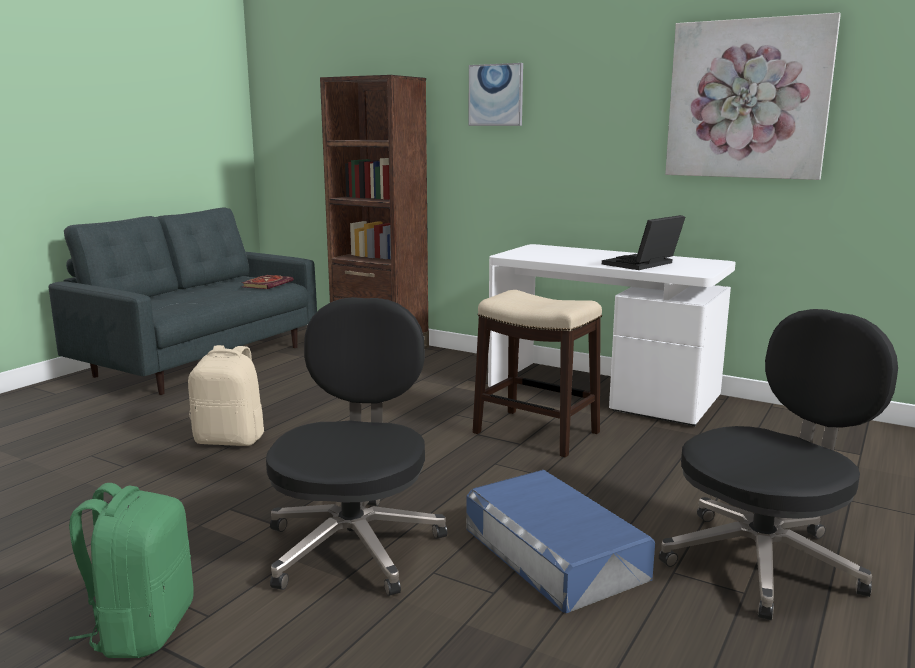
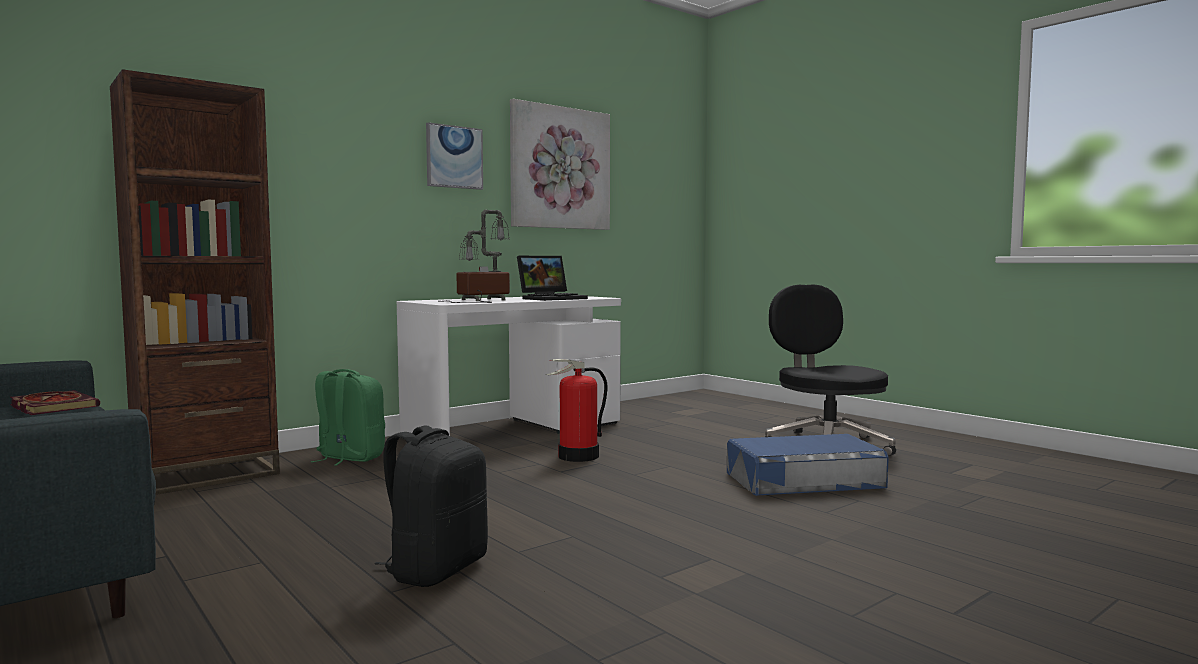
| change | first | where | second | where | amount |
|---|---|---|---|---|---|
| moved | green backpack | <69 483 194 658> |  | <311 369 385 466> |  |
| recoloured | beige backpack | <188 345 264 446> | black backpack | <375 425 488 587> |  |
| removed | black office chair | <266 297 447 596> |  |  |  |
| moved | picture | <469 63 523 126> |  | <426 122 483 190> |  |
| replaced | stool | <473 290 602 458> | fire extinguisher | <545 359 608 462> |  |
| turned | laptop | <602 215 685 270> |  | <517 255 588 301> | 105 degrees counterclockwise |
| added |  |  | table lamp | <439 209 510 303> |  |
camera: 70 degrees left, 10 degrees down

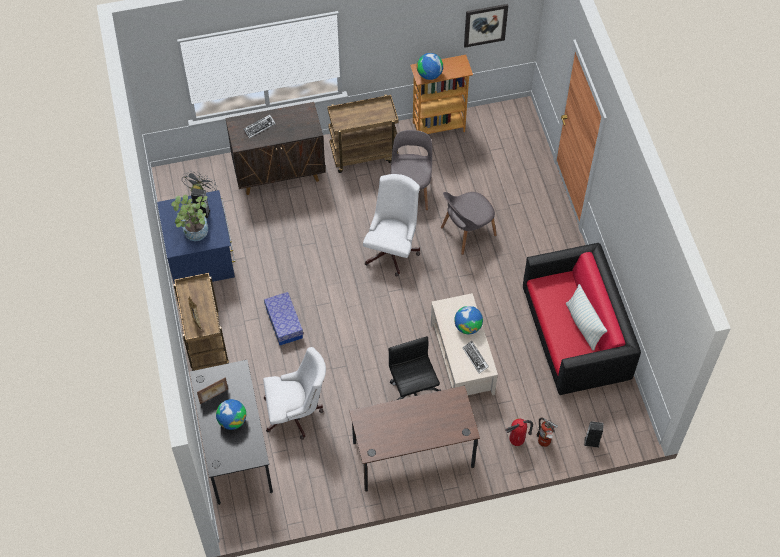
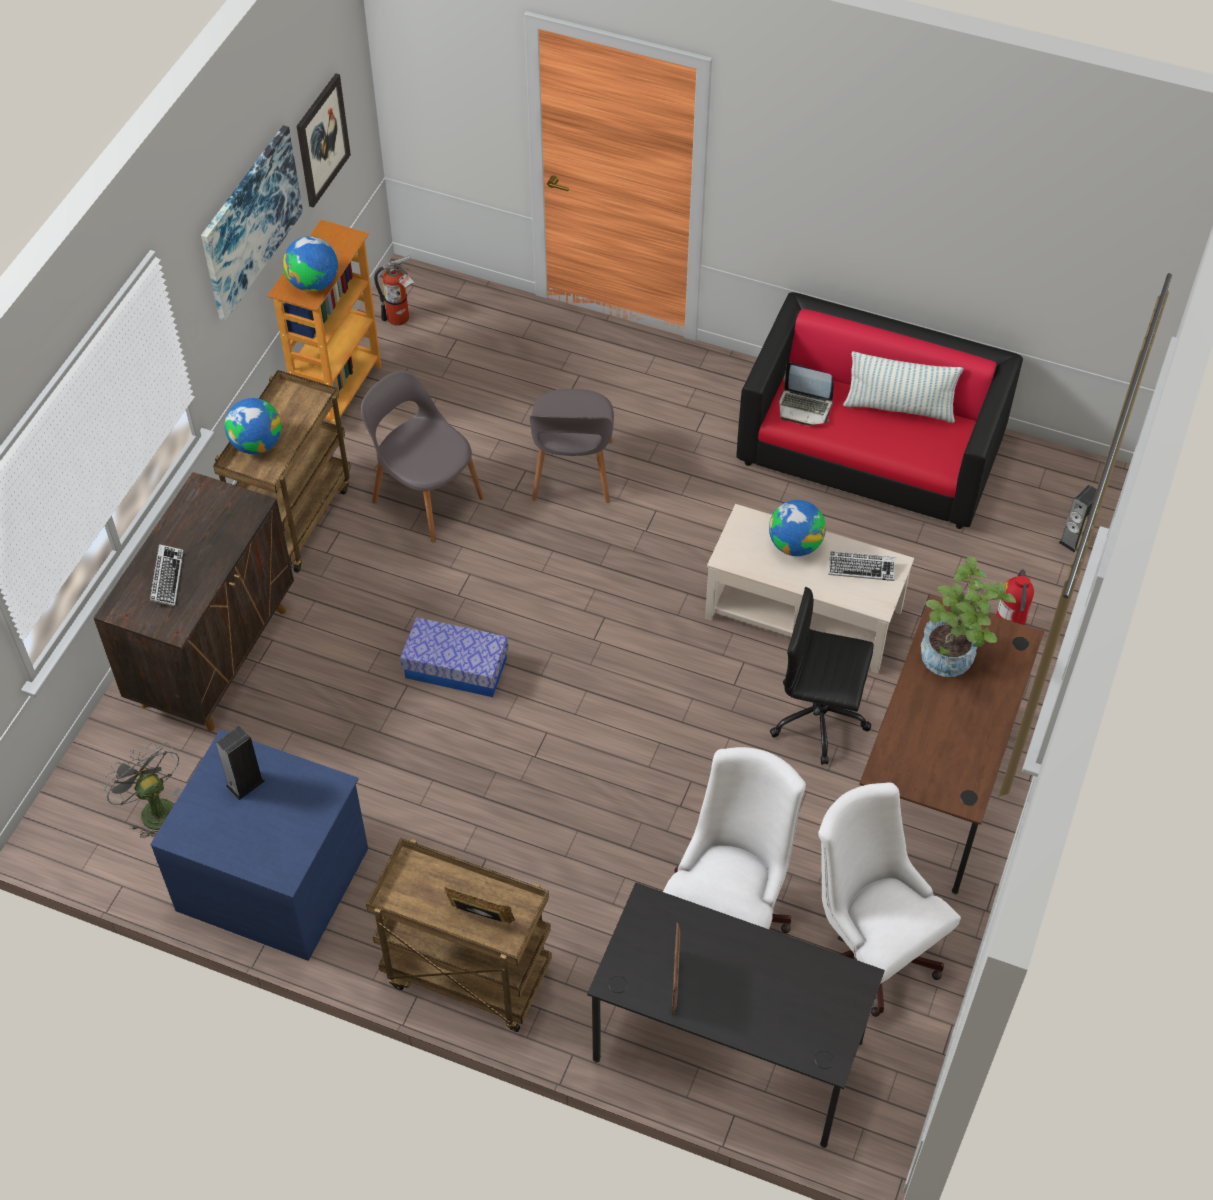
| change | first | where | second | where | amount |
|---|---|---|---|---|---|
| moved | potted plant | <171 194 208 241> |  | <921 556 1016 677> |  |
| moved | globe | <216 399 246 430> |  | <225 398 282 454> |  |
| moved | storage box | <264 292 303 345> |  | <400 617 509 697> |  |
| moved | white office chair | <363 174 420 277> |  | <818 782 961 1017> |  |
| moved | fire extinguisher | <537 417 558 447> |  | <374 256 414 326> |  |
| added |  |  | picture | <201 125 303 321> |  |
| added |  |  | laptop | <779 362 833 426> |  |
camera: 55 degrees left, 5 degrees down

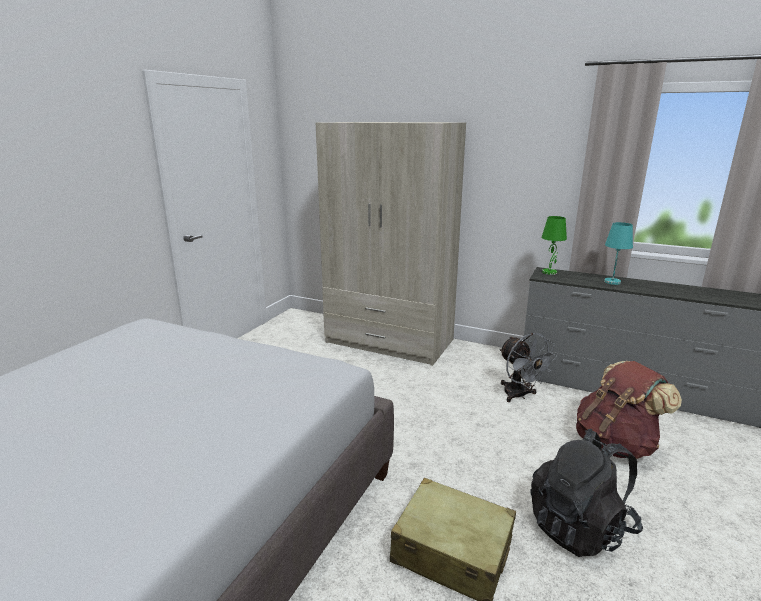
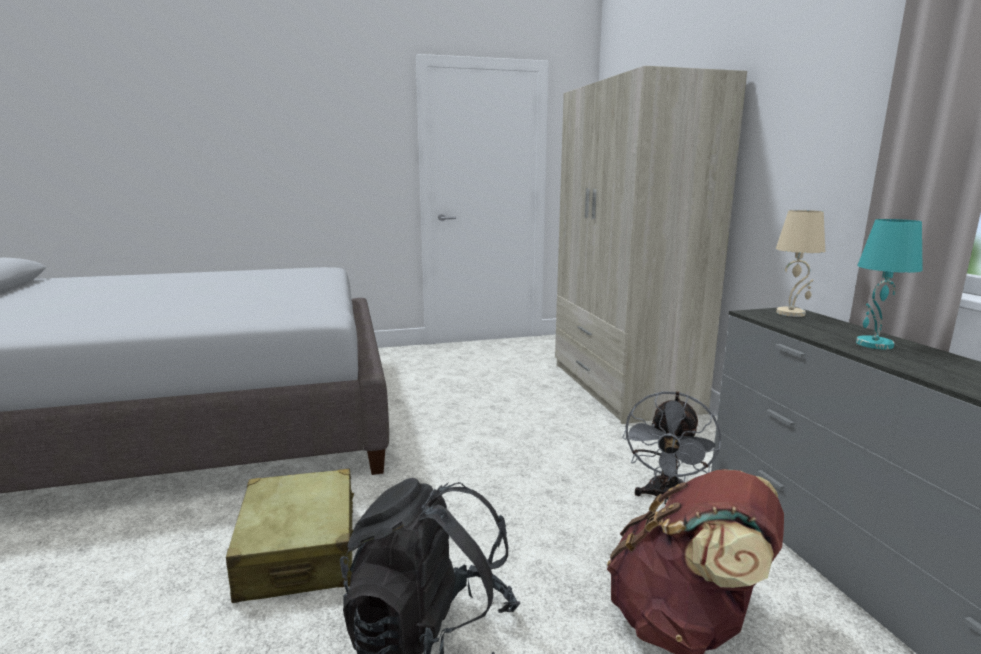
| change | first | where | second | where | amount |
|---|---|---|---|---|---|
| recoloured | green table lamp | <542 216 567 275> | beige table lamp | <776 210 825 317> |  |
camera: 50 degrees right, 5 degrees down

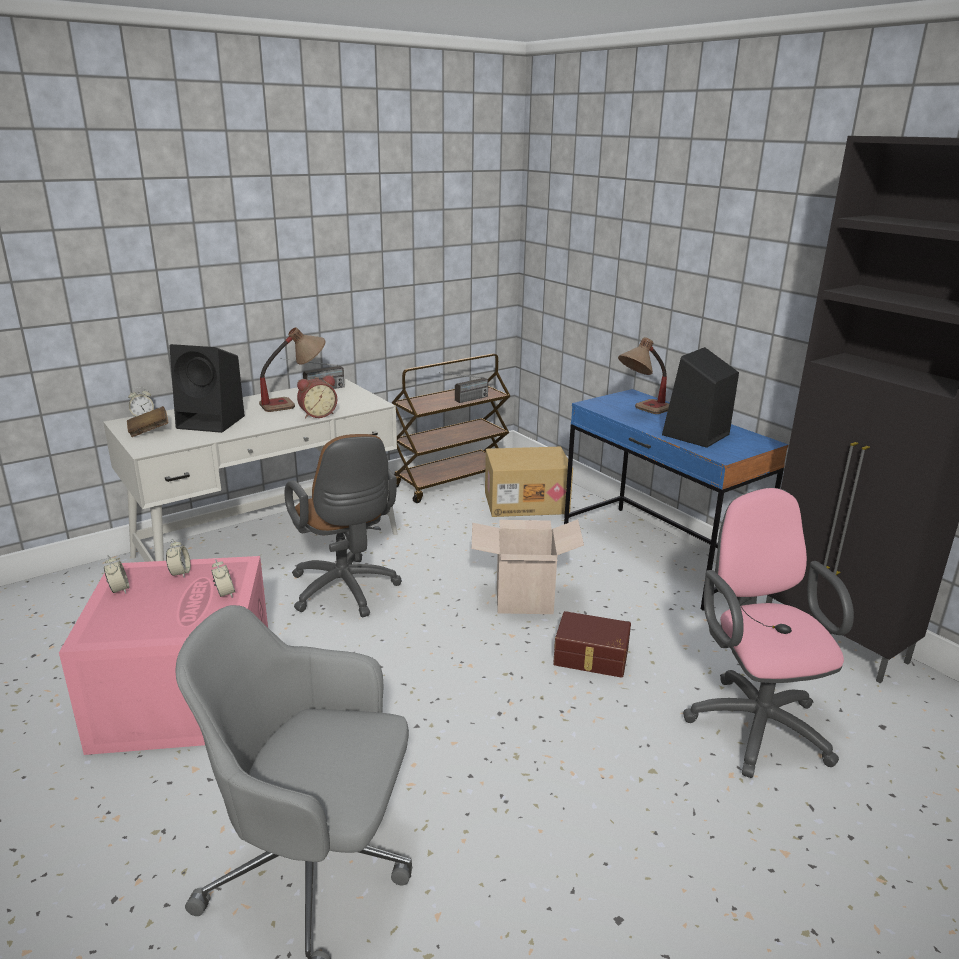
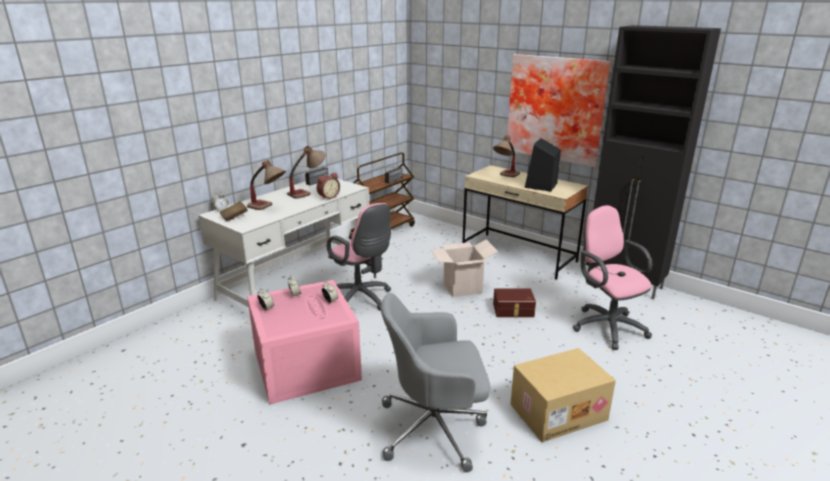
| change | first | where | second | where | amount |
|---|---|---|---|---|---|
| replaced | black speaker | <169 344 245 433> | table lamp | <247 160 286 210> |  |
| recoloured | brown office chair | <284 434 402 617> | pink office chair | <327 203 391 311> |  |
| moved | cardboard box | <485 447 573 517> |  | <510 348 616 442> |  |
| recoloured | blue desk | <564 389 788 611> | beige desk | <462 165 588 280> |  |
| added |  |  | picture | <507 54 611 167> |  |
camera: 15 degrees left, 0 degrees up

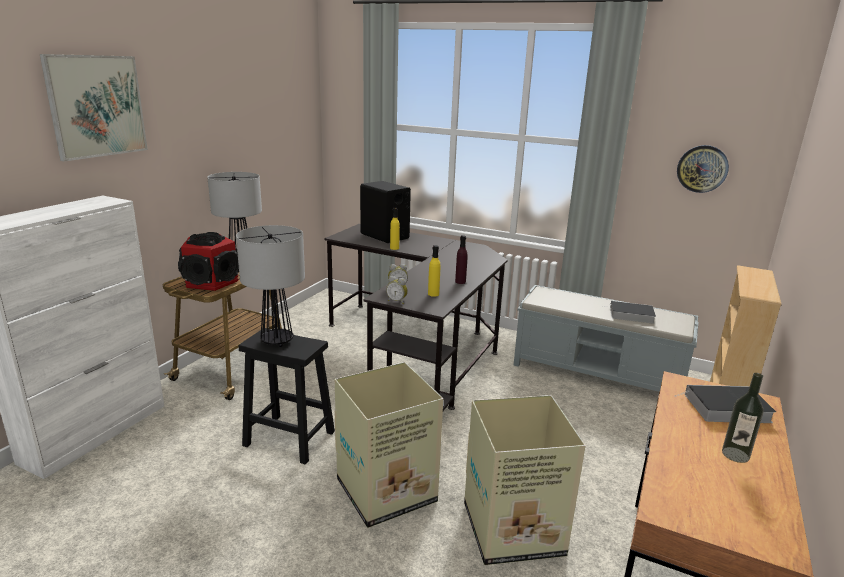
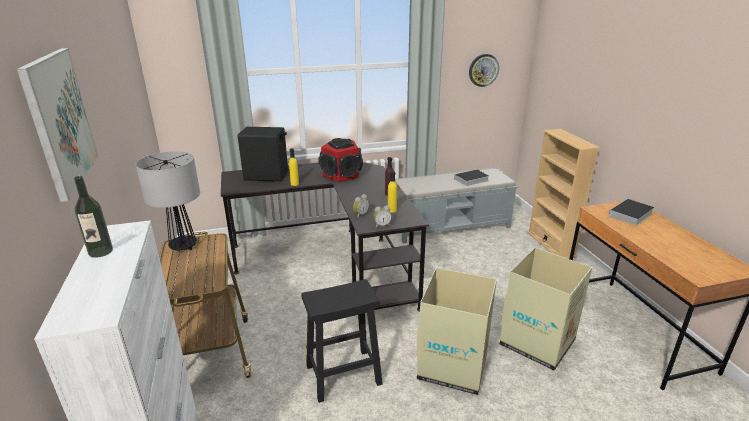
| change | first | where | second | where | amount |
|---|---|---|---|---|---|
| moved | speaker | <178 232 239 291> |  | <319 138 363 182> |  |
| removed | table lamp | <236 225 305 347> |  |  |  |
| moved | bottle | <722 373 763 463> |  | <74 176 113 258> |  |
camera: 40 degrees left, 5 degrees up

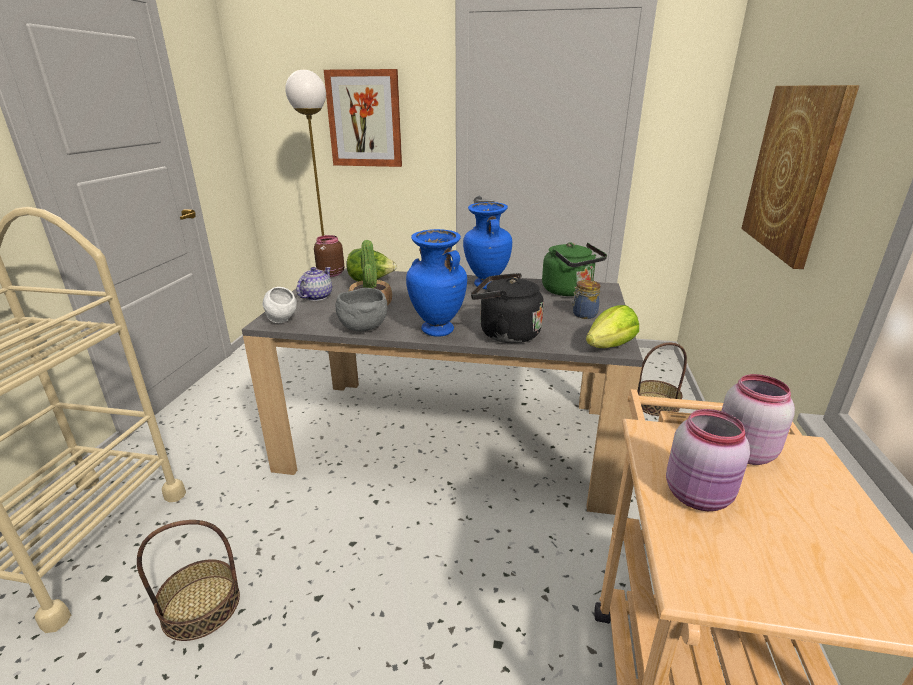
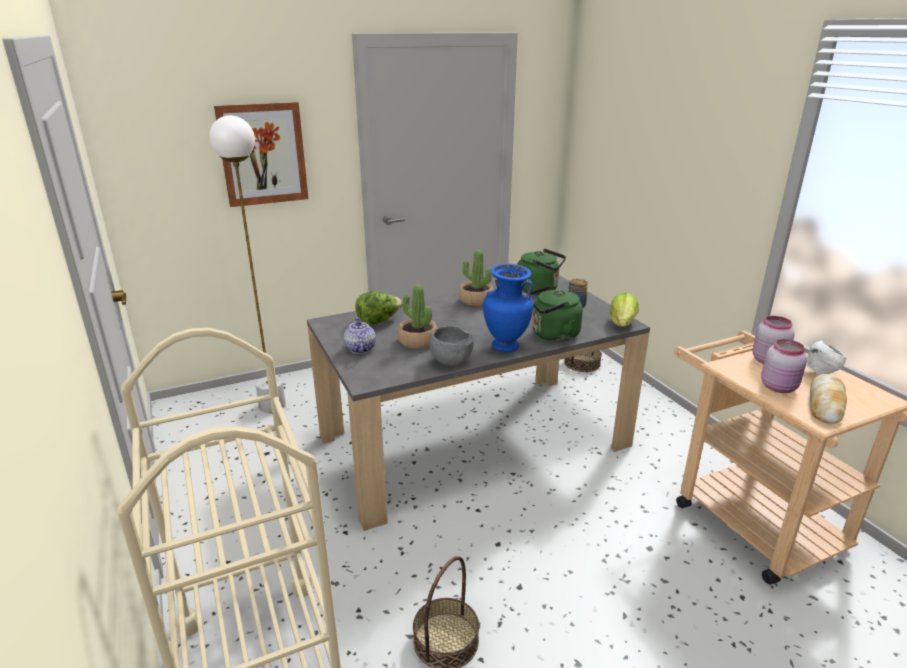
| change | first | where | second | where | amount |
|---|---|---|---|---|---|
| moved | white bowl | <263 287 297 323> |  | <806 341 847 375> |  |
| removed | brown jar | <314 235 344 277> |  |  |  |
| replaced | blue vase | <463 202 512 289> | potted plant | <459 250 494 306> |  |
| recoloured | black kettle | <471 273 544 343> | green kettle | <530 286 583 342> |  |
| removed | picture | <742 85 860 269> |  |  |  |
| added |  |  | bread | <810 374 847 424> |  |
camera: 35 degrees left, 0 degrees up

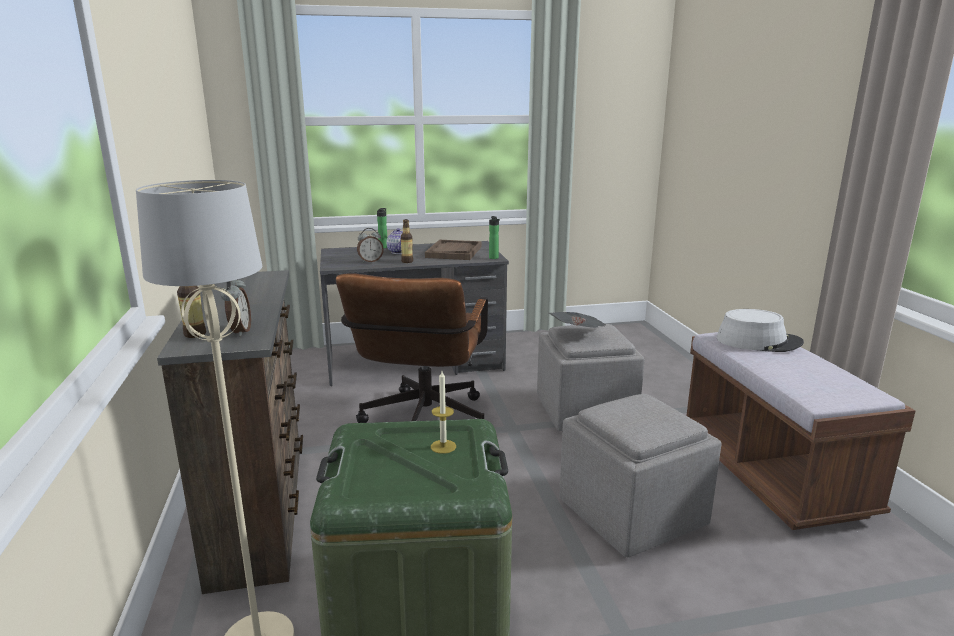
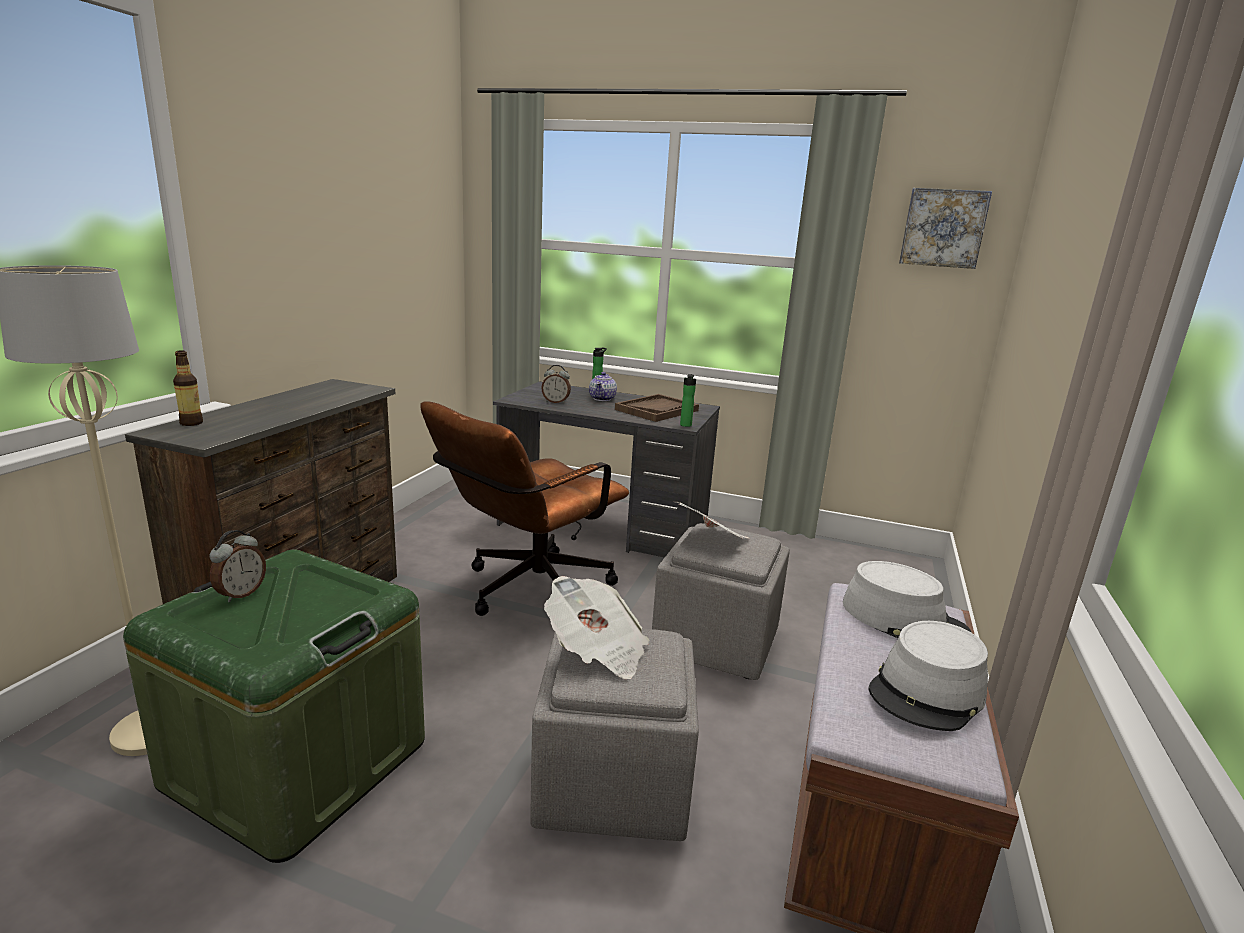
| change | first | where | second | where | amount |
|---|---|---|---|---|---|
| moved | alarm clock | <221 280 251 337> |  | <210 530 266 602> |  |
| removed | bottle | <401 219 413 263> |  |  |  |
| removed | candle | <431 371 456 454> |  |  |  |
| added |  |  | newspaper | <544 576 649 679> |  |
| added |  |  | grey hat | <868 621 988 731> |  |
| added |  |  | picture | <899 188 992 269> |  |
camera: 30 degrees right, 0 degrees up

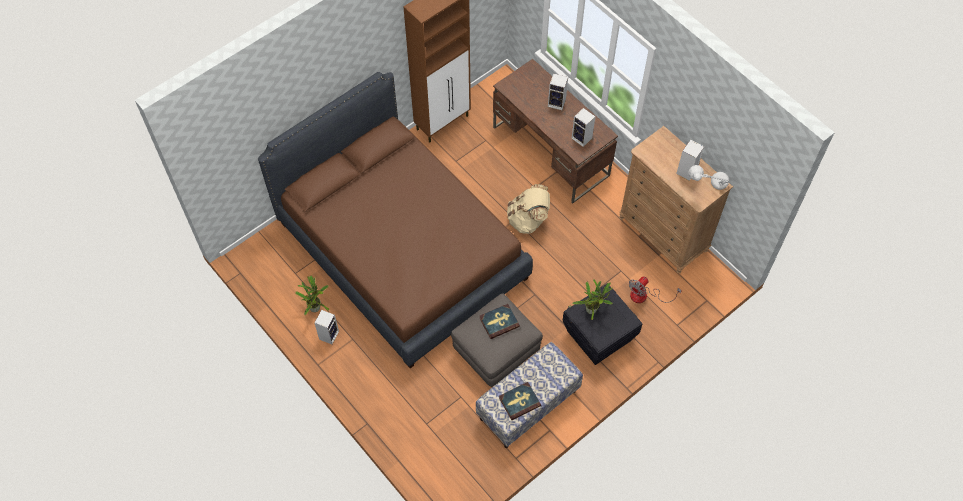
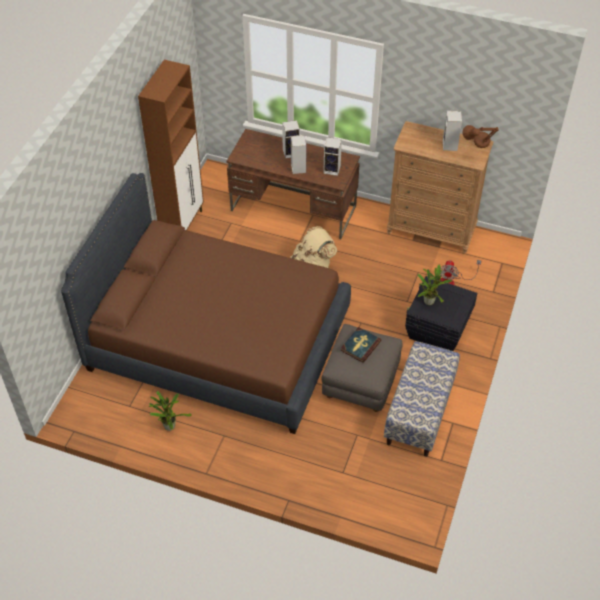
| change | first | where | second | where | amount |
|---|---|---|---|---|---|
| moved | speaker | <314 310 339 344> |  | <291 136 306 174> |  |
| removed | book | <499 382 541 420> |  |  |  |
| recoloured | grey table lamp | <688 165 730 190> | brown table lamp | <463 125 499 148> |  |
camera: 30 degrees left, 10 degrees down

